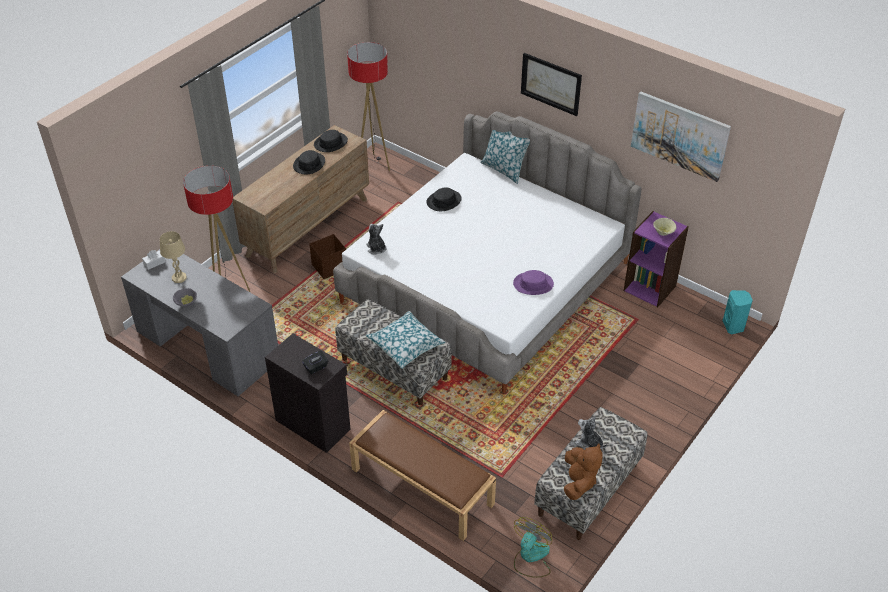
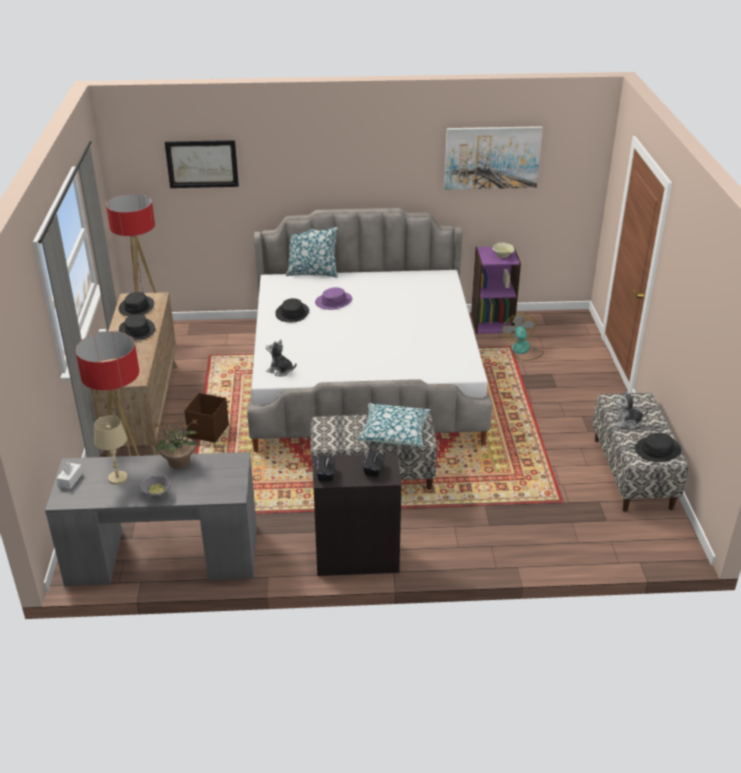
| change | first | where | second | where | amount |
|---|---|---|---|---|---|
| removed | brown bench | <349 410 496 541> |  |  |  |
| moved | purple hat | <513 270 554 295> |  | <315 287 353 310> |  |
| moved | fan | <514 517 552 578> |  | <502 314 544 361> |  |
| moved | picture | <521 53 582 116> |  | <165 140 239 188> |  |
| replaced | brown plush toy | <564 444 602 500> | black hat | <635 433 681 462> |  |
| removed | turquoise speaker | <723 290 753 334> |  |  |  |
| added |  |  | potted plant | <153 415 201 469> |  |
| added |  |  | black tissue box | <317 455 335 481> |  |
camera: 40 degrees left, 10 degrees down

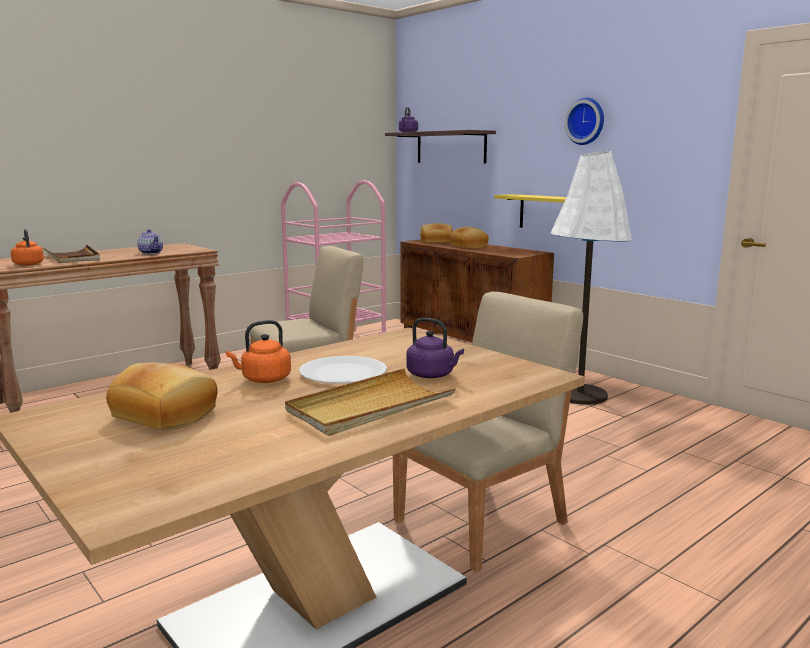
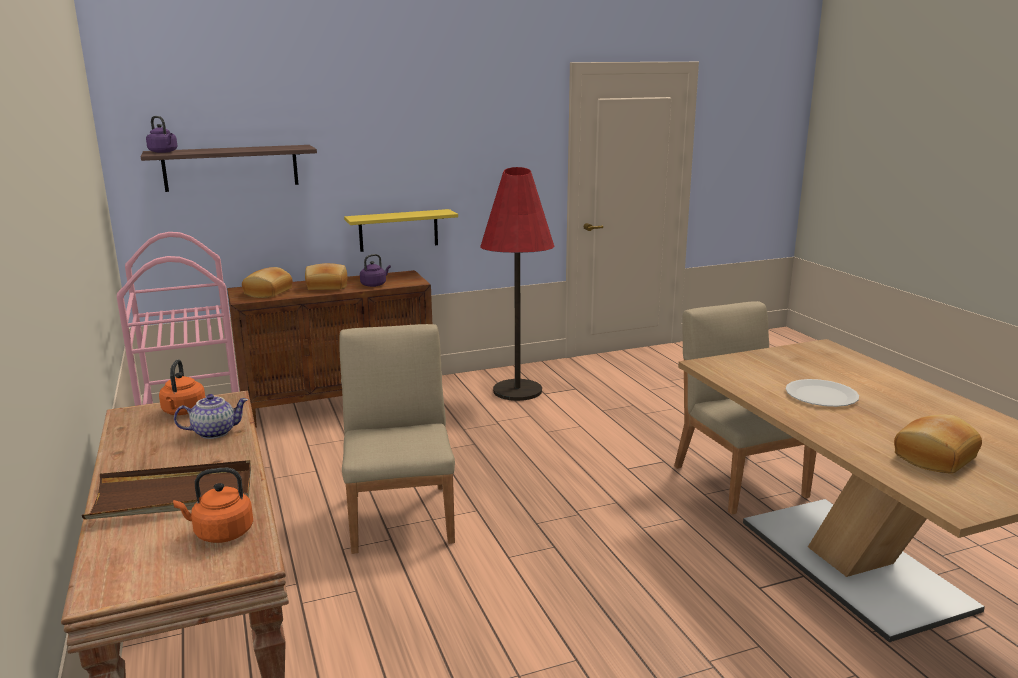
| change | first | where | second | where | amount |
|---|---|---|---|---|---|
| moved | orange kettle | <226 320 291 383> |  | <159 359 205 415> |  |
| removed | beige tray | <285 368 456 436> |  |  |  |
| moved | purple kettle | <407 318 464 378> |  | <360 254 391 287> |  |
| recoloured | white floor lamp | <550 151 632 405> | red floor lamp | <480 167 554 401> |  |
| removed | wall clock | <564 97 604 145> |  |  |  |
camera: 70 degrees left, 5 degrees up

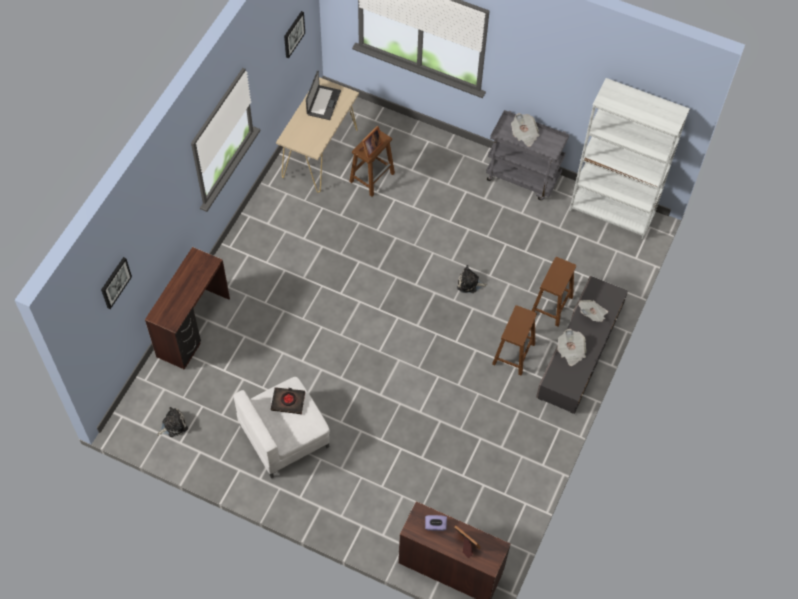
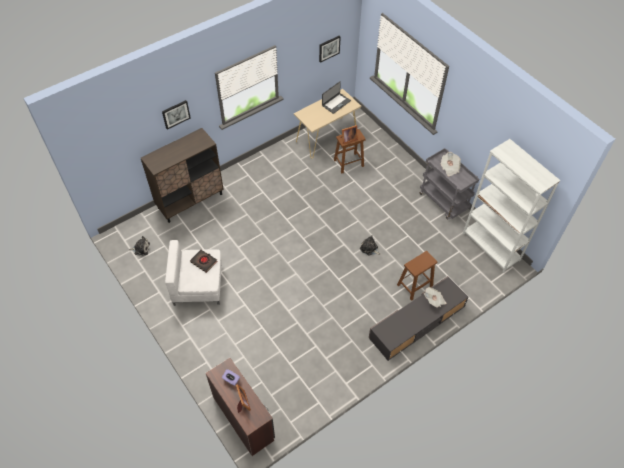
| change | first | where | second | where | amount |
|---|---|---|---|---|---|
| moved | picture | <101 257 132 309> |  | <162 100 191 130> |  |
| replaced | brown desk | <145 247 230 369> | brown cabinet | <141 128 224 223> |  |
| removed | brown stool | <492 305 537 376> |  |  |  |
| removed | newspaper | <557 329 586 366> |  |  |  |
camera: 30 degrees right, 5 degrees down

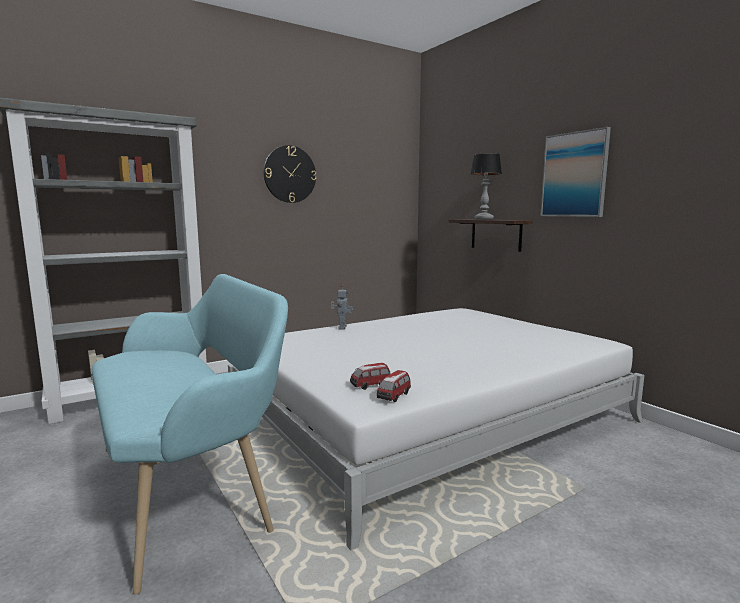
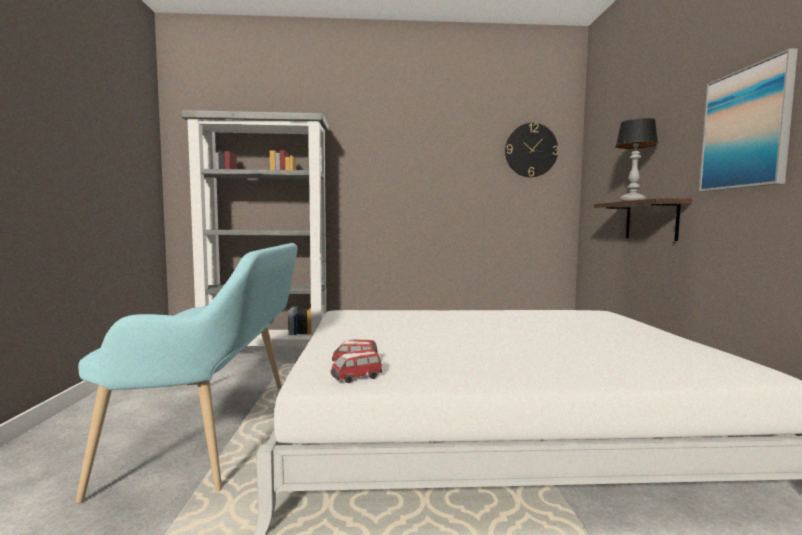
| change | first | where | second | where | amount |
|---|---|---|---|---|---|
| moved | wall clock | <264 145 317 203> |  | <505 123 558 177> |  |
| removed | toy robot | <331 285 353 329> |  |  |  |
camera: 30 degrees right, 5 degrees down

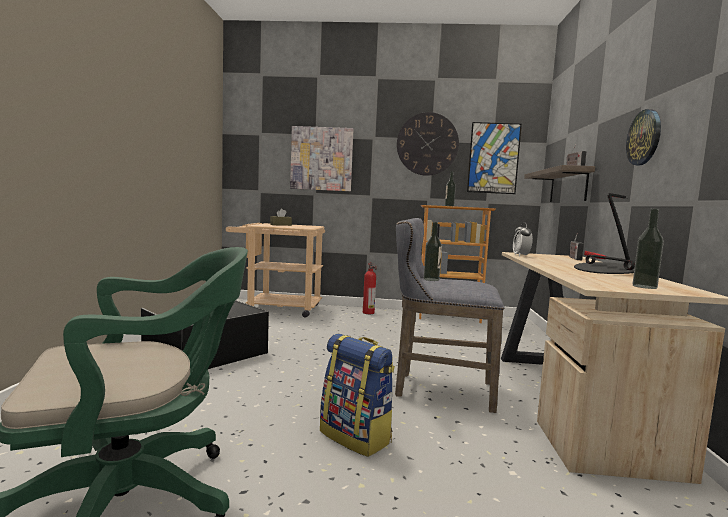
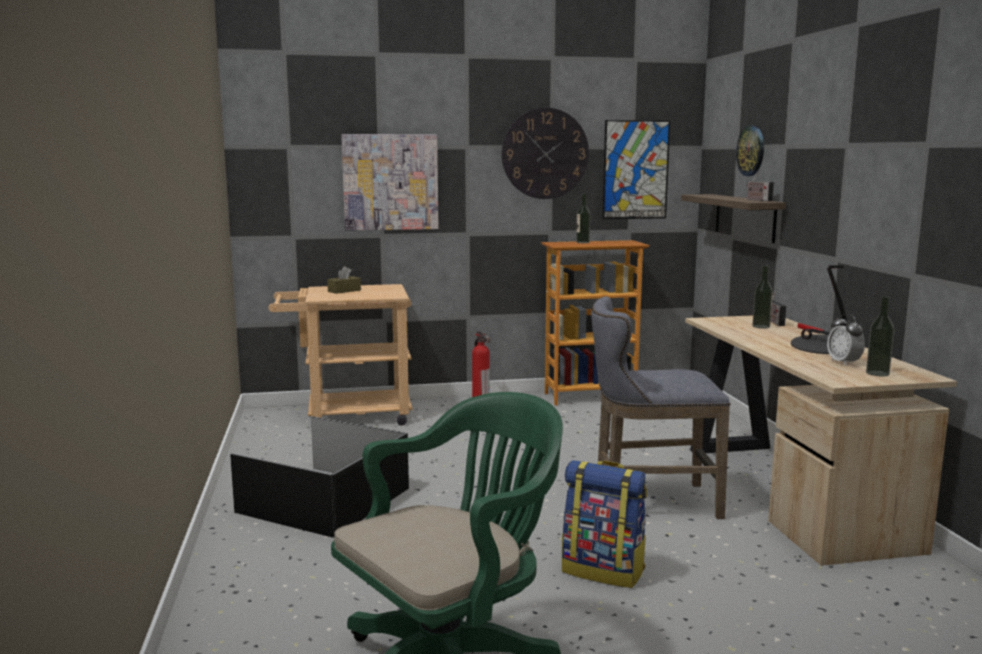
| change | first | where | second | where | amount |
|---|---|---|---|---|---|
| moved | bottle | <424 222 442 281> |  | <752 265 773 329> |  |
| moved | alarm clock | <513 222 533 257> |  | <827 313 865 366> |  |
| moved | wall clock | <626 109 661 165> |  | <736 125 764 176> |  |
camera: 15 degrees left, 5 degrees up

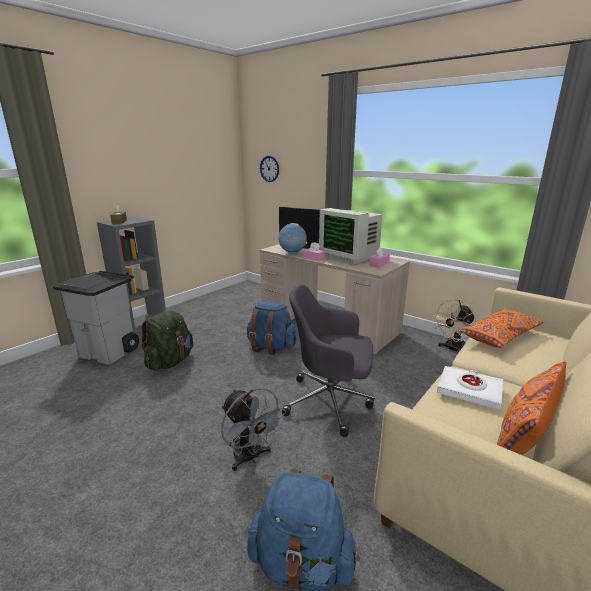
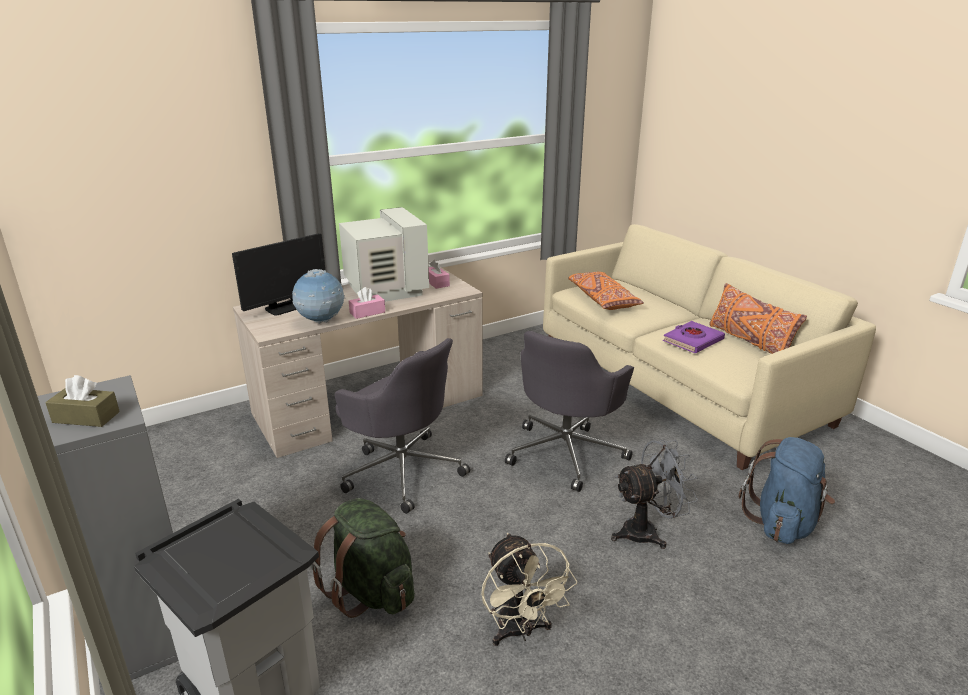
| change | first | where | second | where | amount |
|---|---|---|---|---|---|
| replaced | blue backpack | <247 301 296 355> | grey office chair | <335 338 470 514> |  |
| removed | wall clock | <260 156 279 182> |  |  |  |
| turned | monitor | <319 208 382 264> |  | <339 207 429 302> | 90 degrees counterclockwise |
| moved | beige fan | <432 299 477 352> |  | <481 533 577 646> |  |
| recoloured | white book | <437 366 503 410> | purple book | <663 321 725 353> |  |
camera: 70 degrees left, 5 degrees up

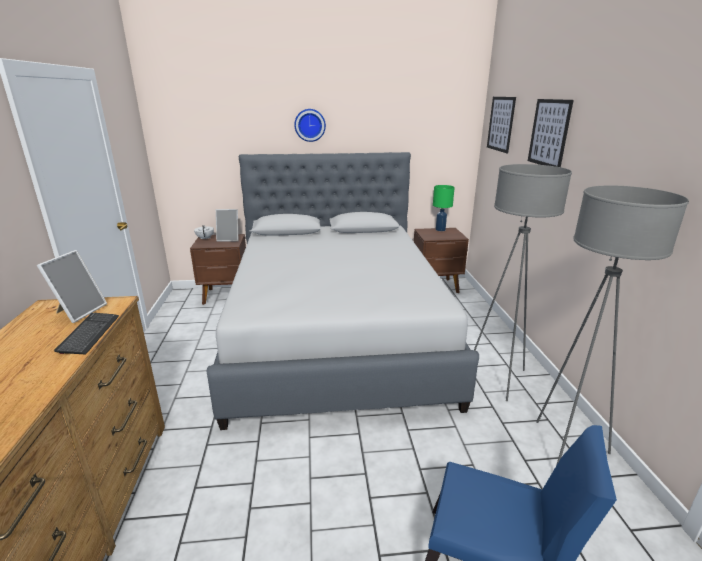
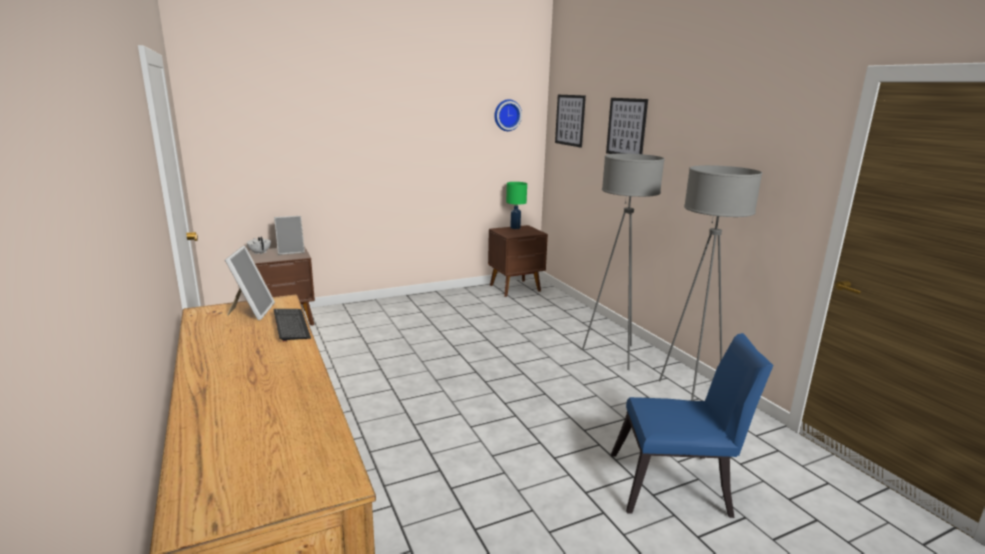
| change | first | where | second | where | amount |
|---|---|---|---|---|---|
| removed | grey bed | <206 152 479 430> |  |  |  |
| moved | wall clock | <294 109 326 142> |  | <494 99 522 131> |  |
camera: 20 degrees left, 5 degrees down

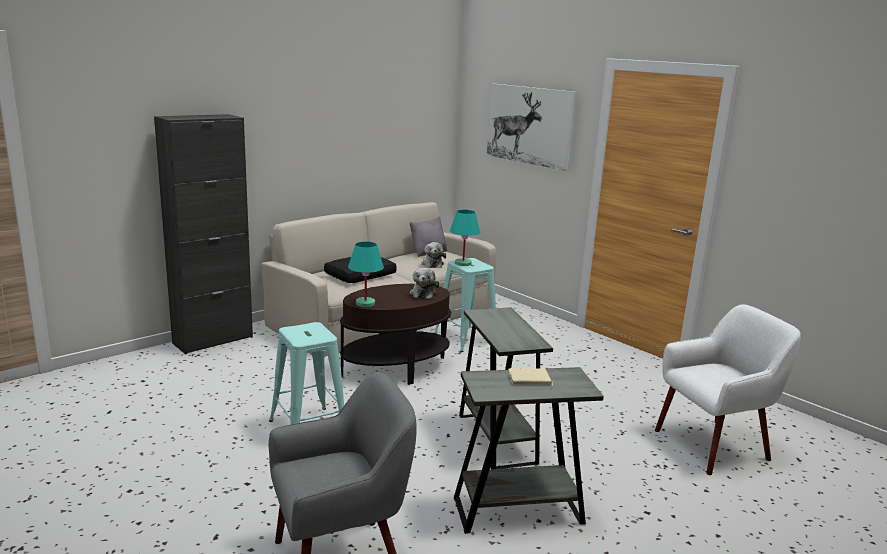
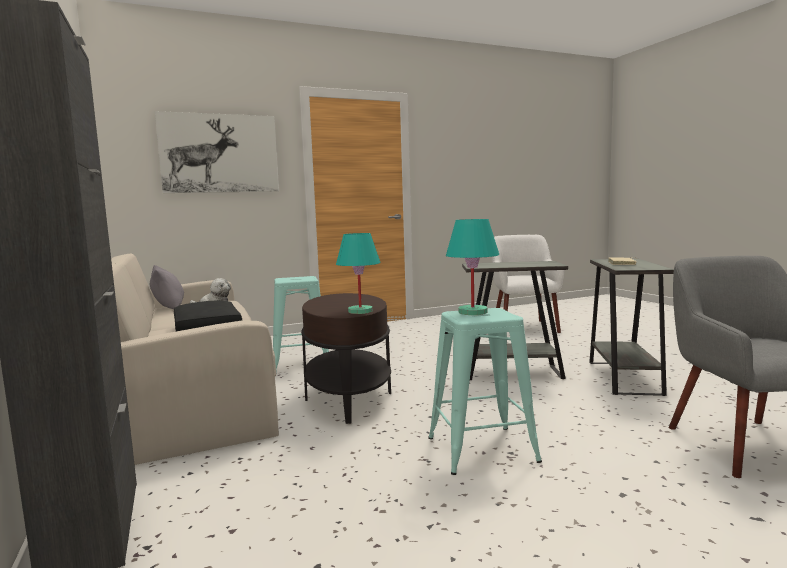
| change | first | where | second | where | amount |
|---|---|---|---|---|---|
| removed | plush toy | <410 268 439 299> |  |  |  |
| moved | turquoise table lamp | <450 210 480 266> |  | <446 219 499 315> |  |
camera: 70 degrees left, 10 degrees down

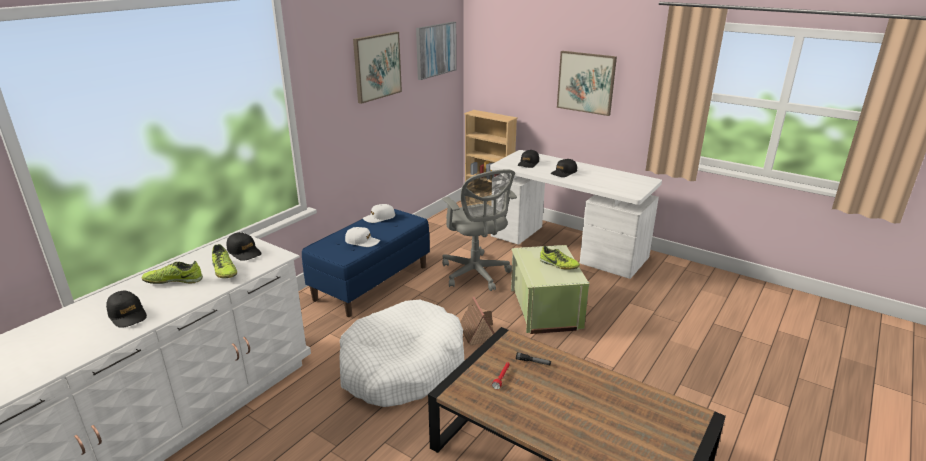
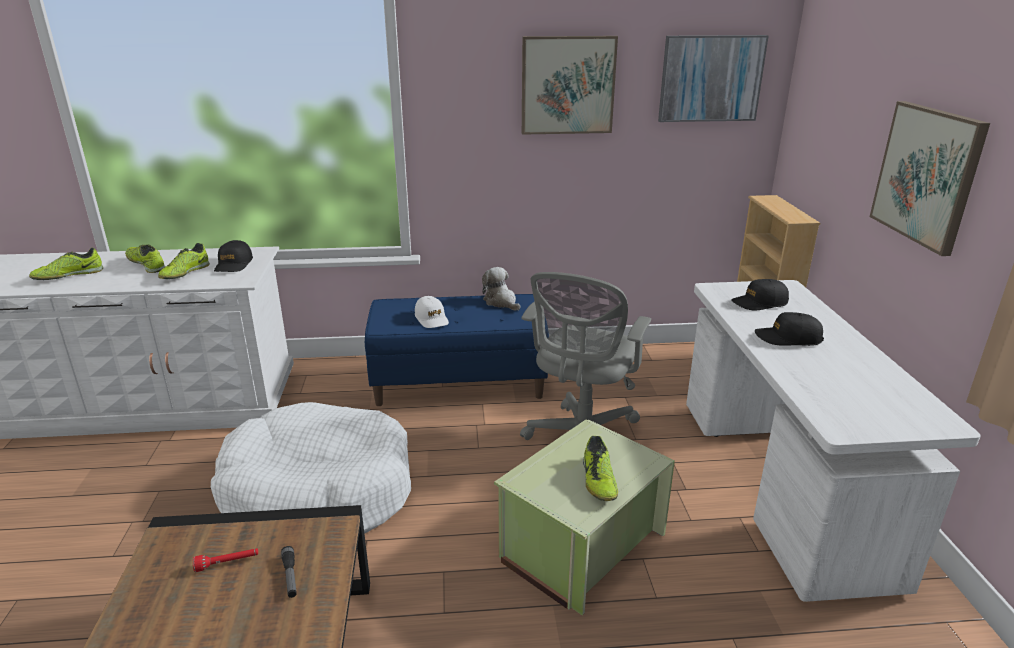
| change | first | where | second | where | amount |
|---|---|---|---|---|---|
| replaced | black cap | <106 291 147 328> | shoe | <29 248 103 280> |  |
| replaced | white cap | <363 204 396 223> | plush toy | <482 267 521 311> |  |
| removed | toy house | <460 297 495 345> |  |  |  |
camera: 50 degrees right, 0 degrees up

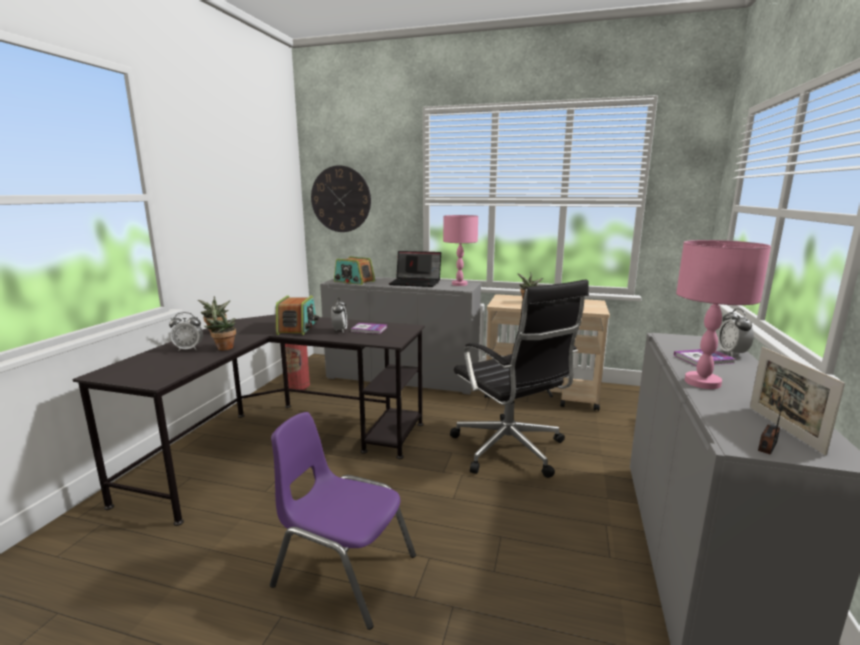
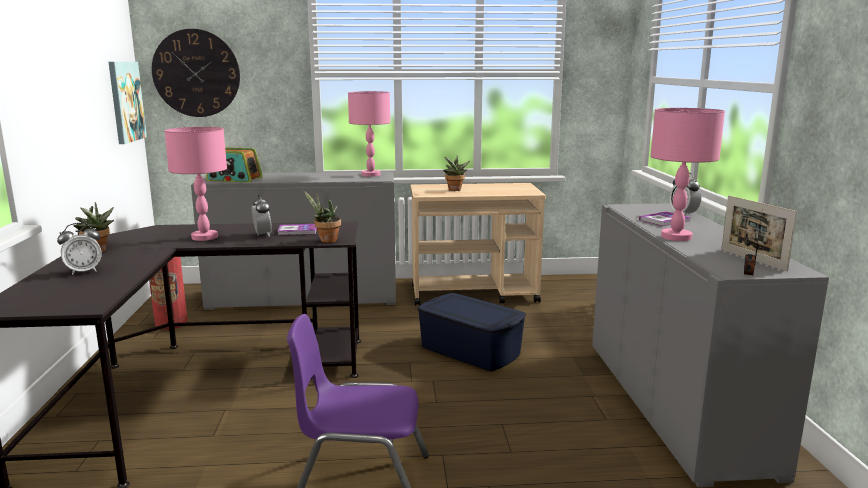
| change | first | where | second | where | amount |
|---|---|---|---|---|---|
| moved | potted plant | <204 302 236 351> |  | <303 190 341 243> |  |
| replaced | radio | <276 295 319 335> | pink table lamp | <164 127 227 241> |  |
| removed | laptop | <389 251 441 287> |  |  |  |
| replaced | black office chair | <450 280 589 478> | blue storage box | <417 293 526 371> |  |
| added |  |  | picture | <109 62 147 144> |  |
camera: 20 degrees left, 0 degrees up

